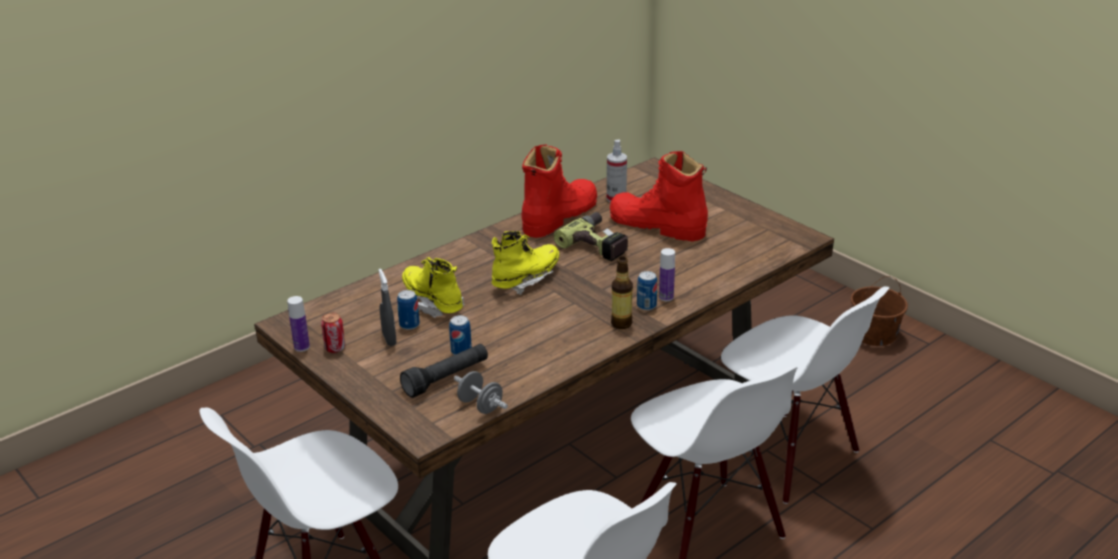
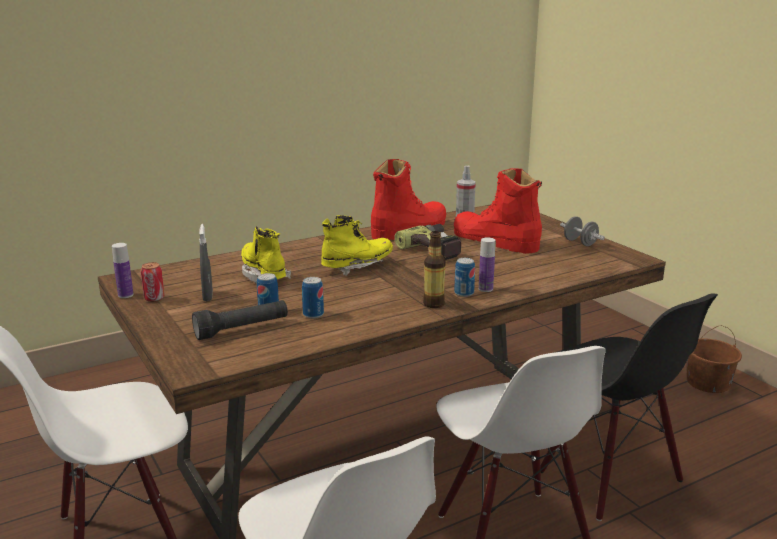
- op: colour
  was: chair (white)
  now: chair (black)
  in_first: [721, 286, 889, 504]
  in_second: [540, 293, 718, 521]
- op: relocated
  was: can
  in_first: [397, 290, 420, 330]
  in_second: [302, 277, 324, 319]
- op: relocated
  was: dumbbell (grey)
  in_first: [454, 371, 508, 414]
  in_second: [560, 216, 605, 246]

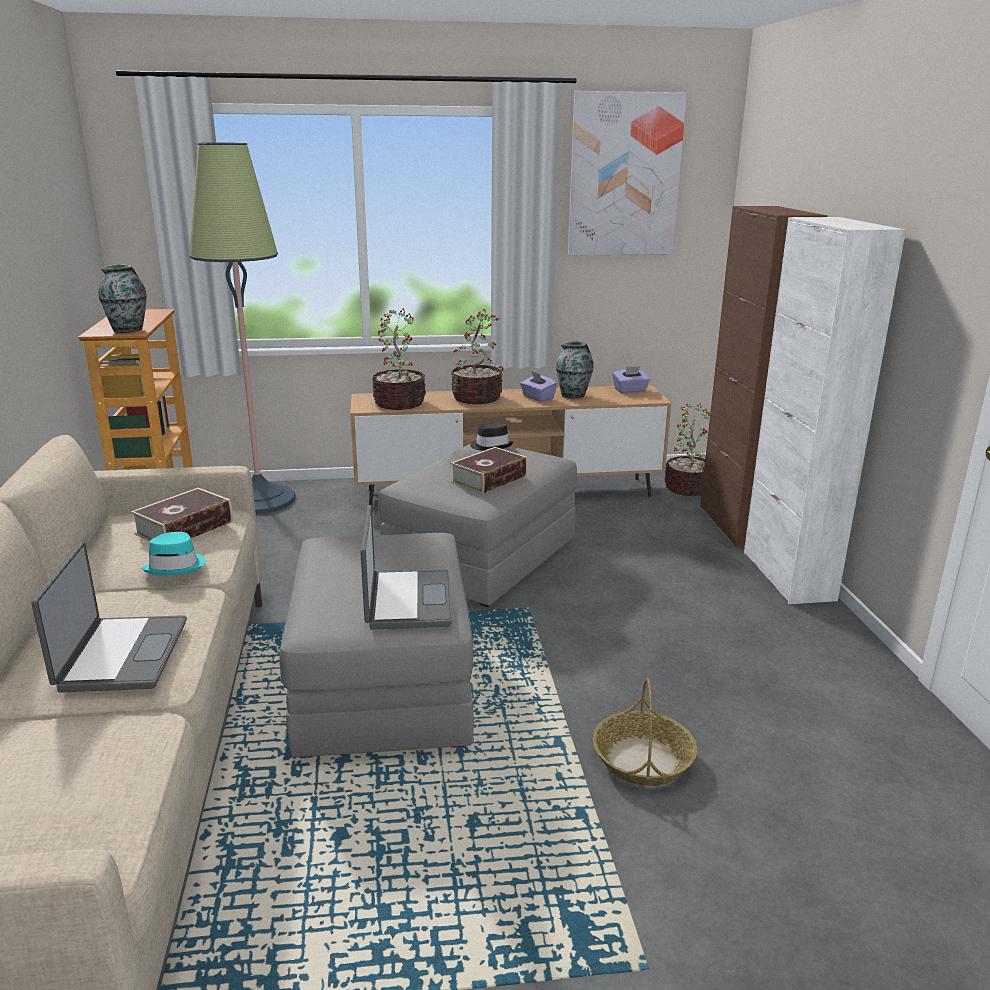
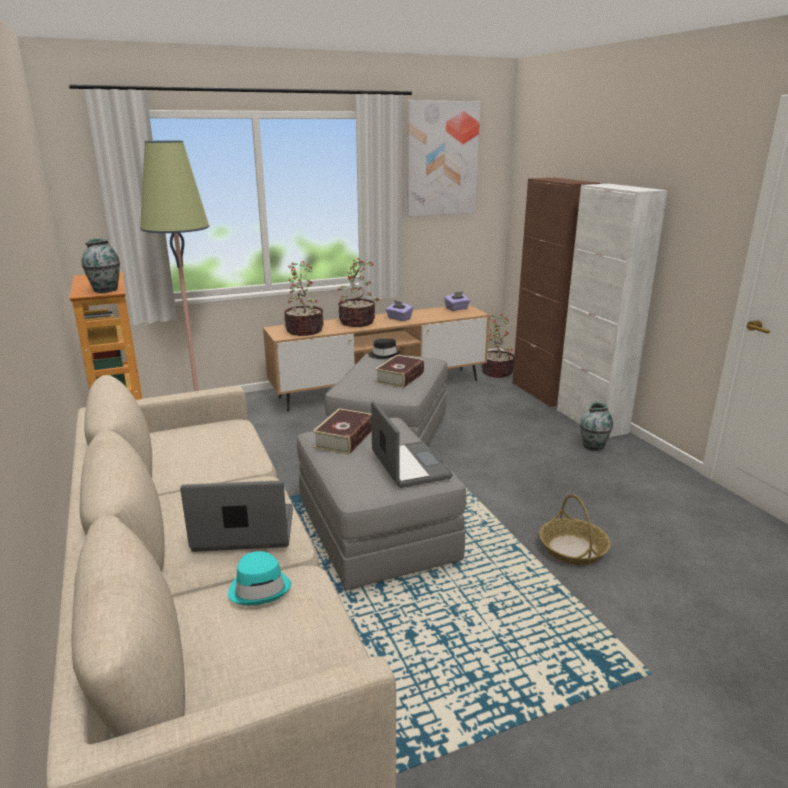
- op: relocated
  was: vase
  in_first: [556, 341, 594, 399]
  in_second: [580, 402, 613, 451]
- op: relocated
  was: book
  in_first: [131, 488, 233, 541]
  in_second: [313, 408, 372, 455]
- op: relocated
  was: hat (turquoise)
  in_first: [142, 532, 206, 575]
  in_second: [228, 551, 291, 605]
- op: spun
  was: laptop
  in_first: [31, 542, 187, 693]
  in_second: [180, 480, 293, 552]
  clockwise: -75

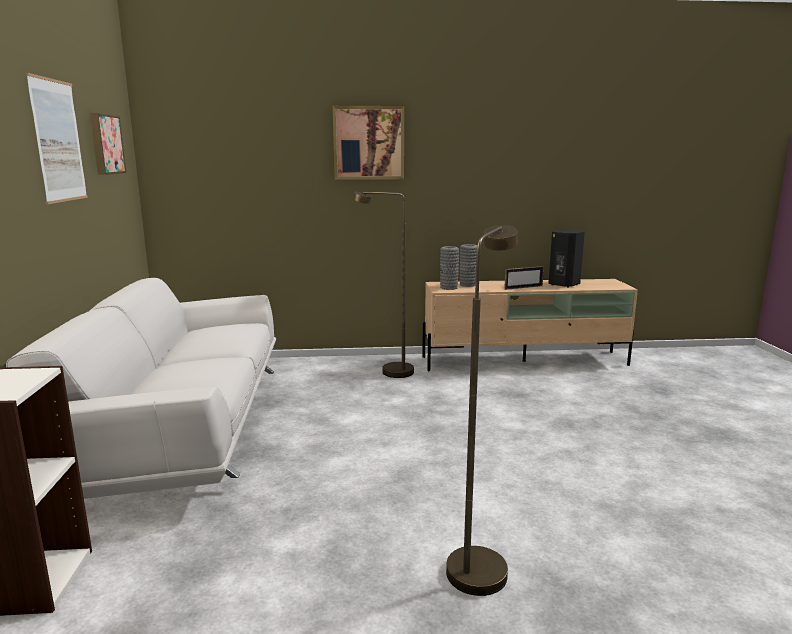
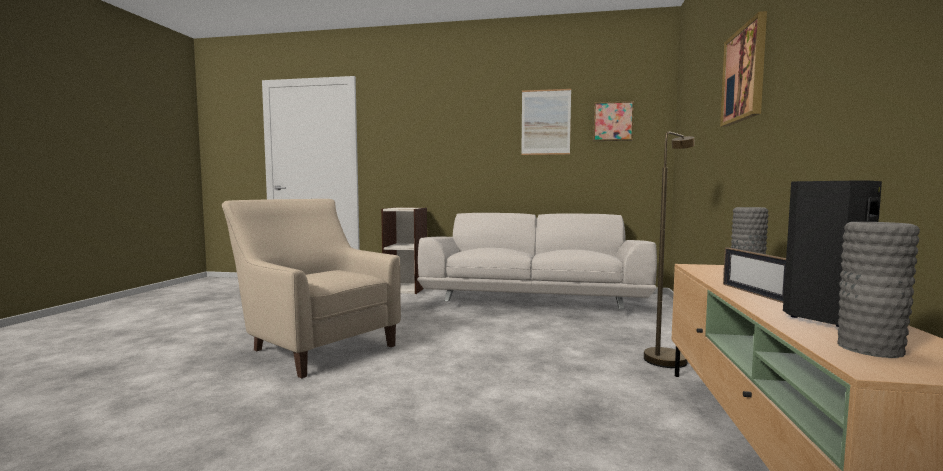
- op: exchanged
  was: floor lamp (brown)
  now: armchair (beige)
  in_first: [446, 225, 518, 596]
  in_second: [222, 199, 401, 379]
- op: relocated
  was: vase (grey)
  in_first: [440, 246, 459, 290]
  in_second: [837, 222, 920, 358]

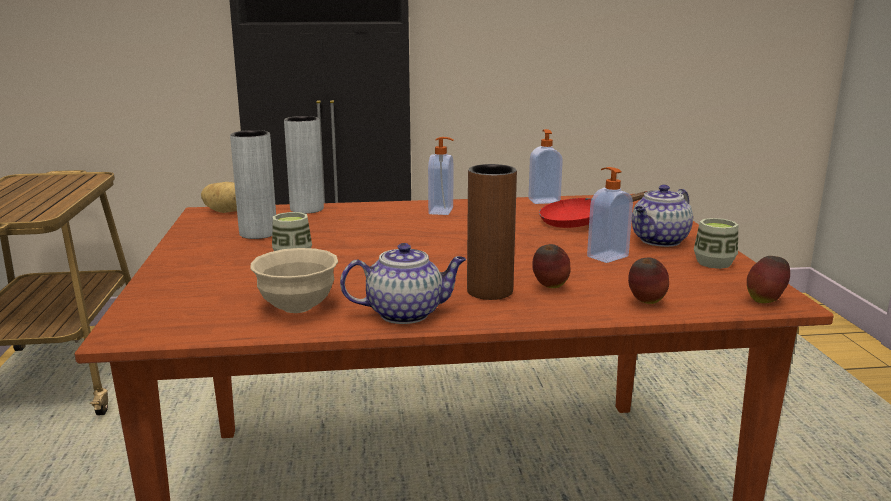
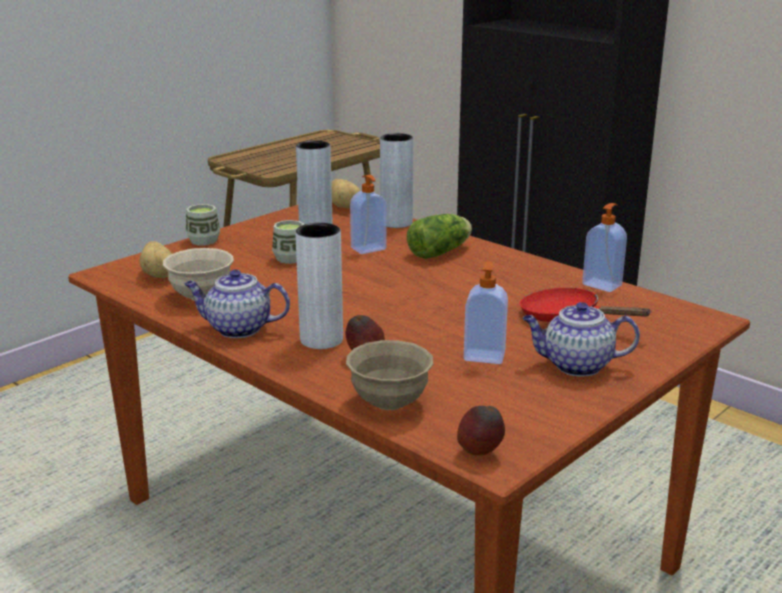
- op: relocated
  was: soap dispenser
  in_first: [428, 137, 454, 215]
  in_second: [350, 175, 387, 254]
- op: colour
  was: vase (brown)
  now: vase (white)
  in_first: [467, 164, 517, 300]
  in_second: [295, 223, 343, 349]
- op: relocated
  was: cup
  in_first: [694, 218, 738, 269]
  in_second: [186, 204, 220, 246]
- op: spun
  was: teapot
  in_first: [340, 243, 466, 324]
  in_second: [184, 269, 290, 338]
  clockwise: 150
- op: exchanged
  was: apple
  now: bowl (beige)
  in_first: [628, 258, 669, 304]
  in_second: [346, 340, 433, 410]
- op: appeared
  now: lettuce
  in_second: [407, 214, 472, 259]
- op: appeared
  now: potato
  in_second: [139, 241, 172, 278]

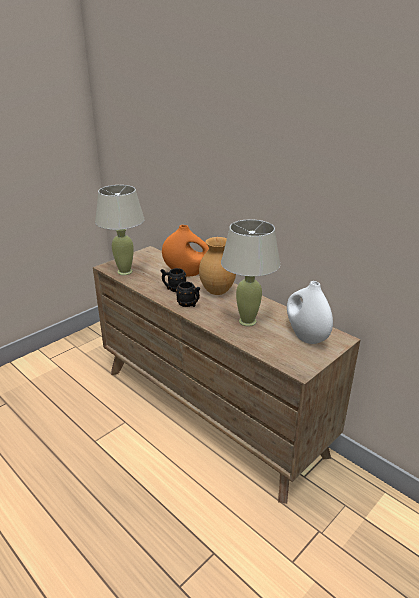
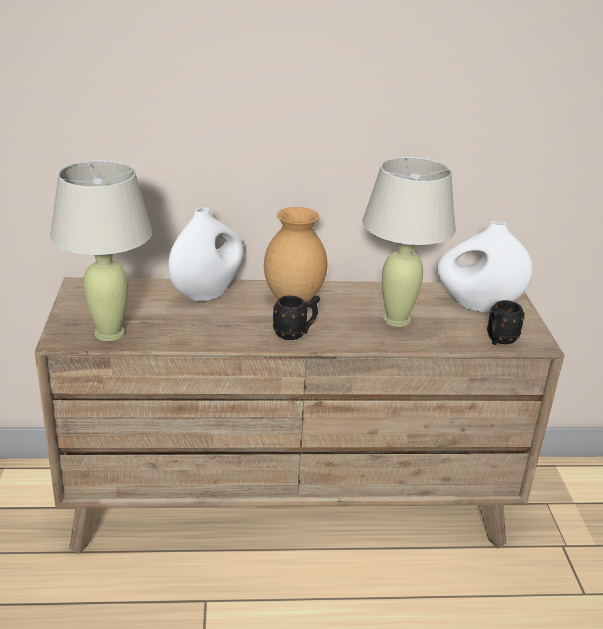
- op: colour
  was: vase (orange)
  now: vase (white)
  in_first: [162, 225, 209, 276]
  in_second: [168, 208, 243, 301]
- op: relocated
  was: mug (black)
  in_first: [161, 268, 186, 292]
  in_second: [487, 300, 525, 345]

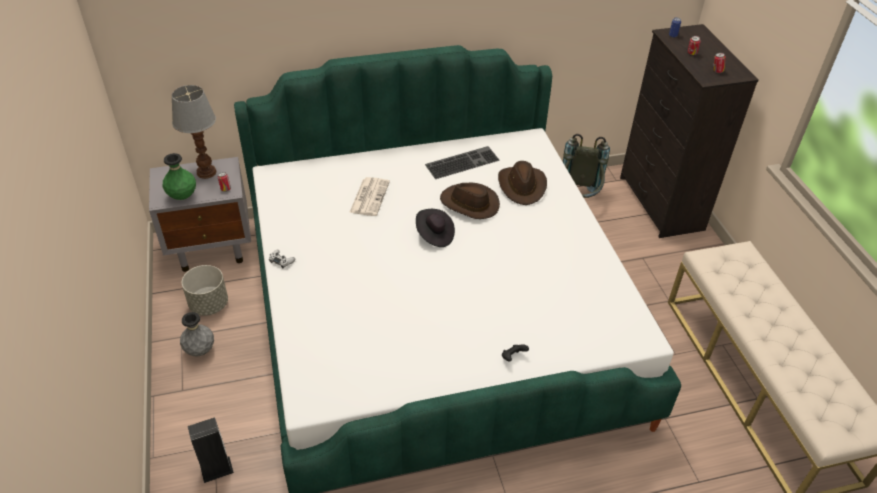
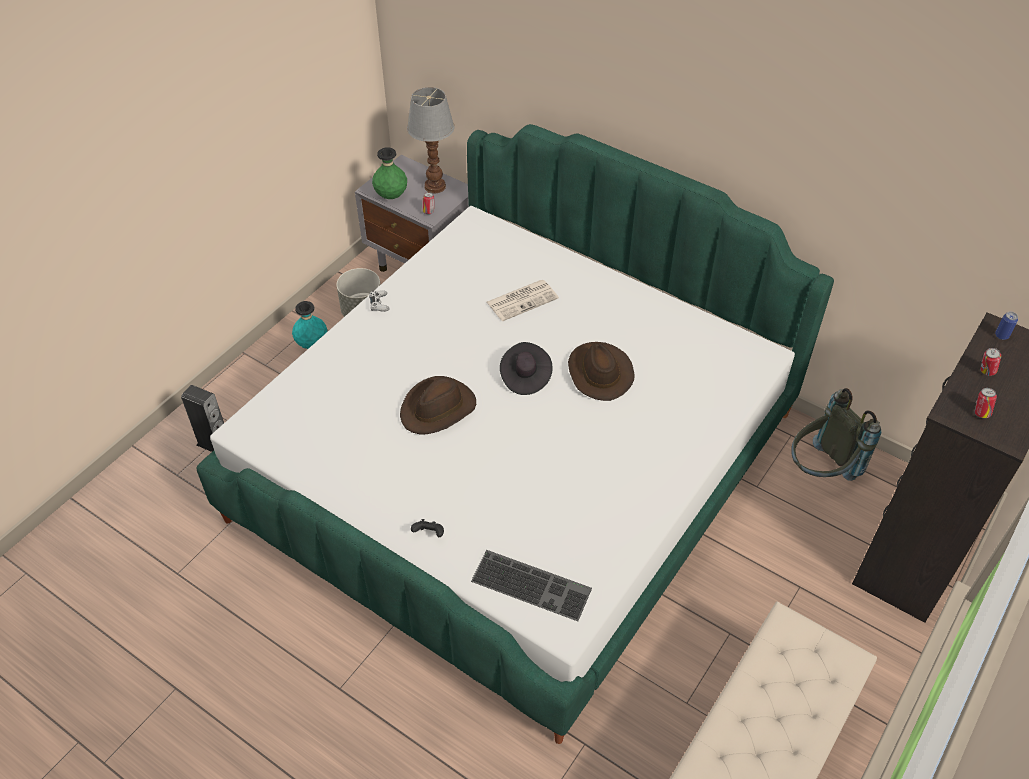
- op: relocated
  was: keyboard
  in_first: [425, 146, 500, 179]
  in_second: [471, 550, 592, 621]
- op: relocated
  was: hat (brown)
  in_first: [498, 161, 547, 205]
  in_second: [400, 376, 476, 434]
- op: colour
  was: vase (grey)
  now: vase (turquoise)
  in_first: [180, 312, 214, 356]
  in_second: [292, 301, 327, 349]

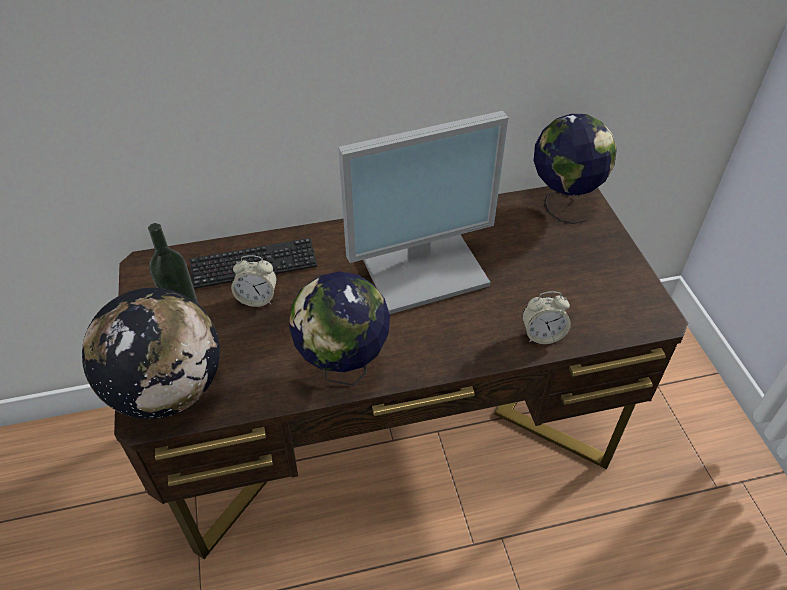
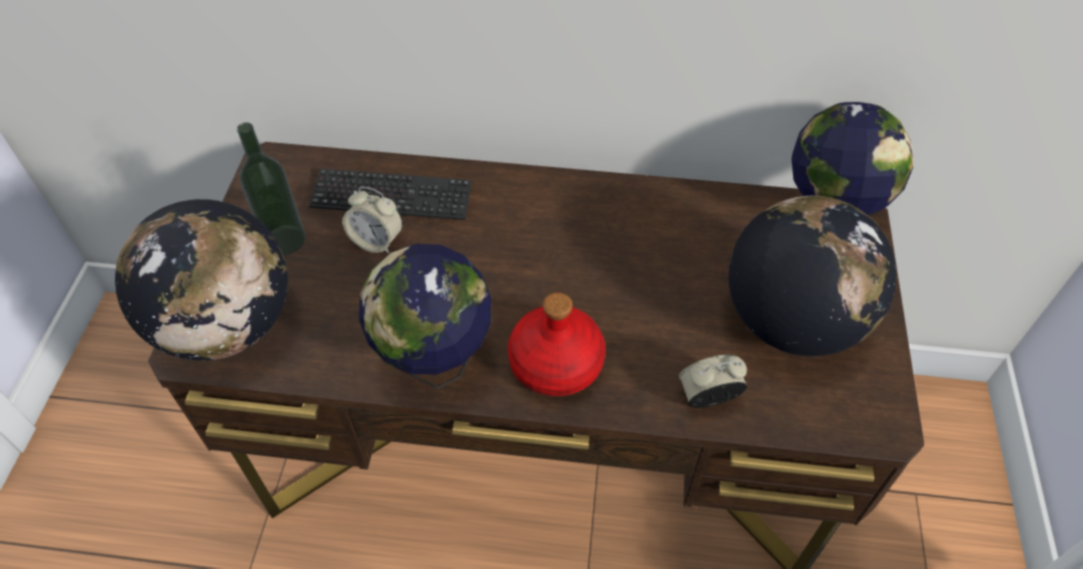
- op: missing
  was: monitor
  in_first: [338, 111, 508, 314]
- op: spun
  was: alarm clock
  in_first: [522, 291, 571, 344]
  in_second: [679, 355, 747, 408]
  clockwise: 150
- op: appeared
  now: globe
  in_second: [728, 196, 897, 356]
- op: appeared
  now: bottle (red)
  in_second: [508, 293, 606, 396]

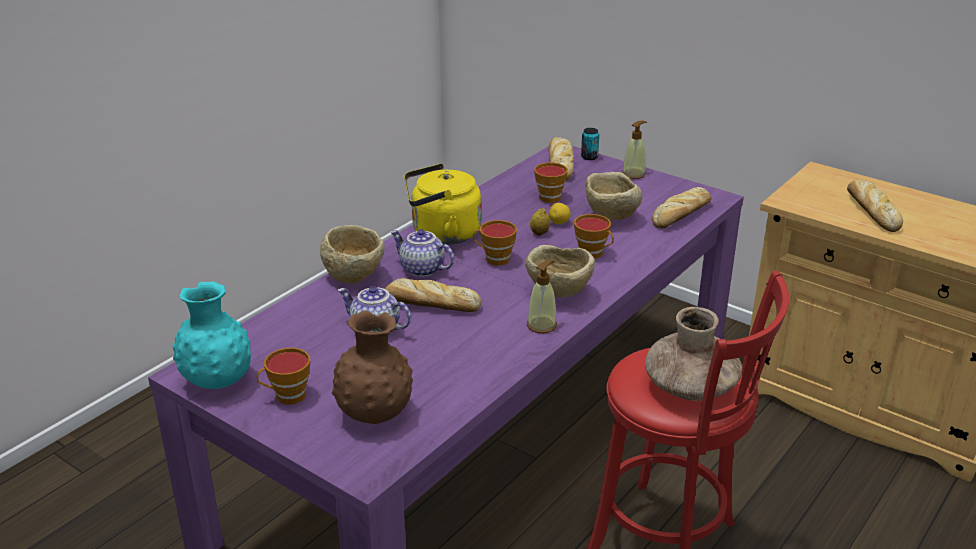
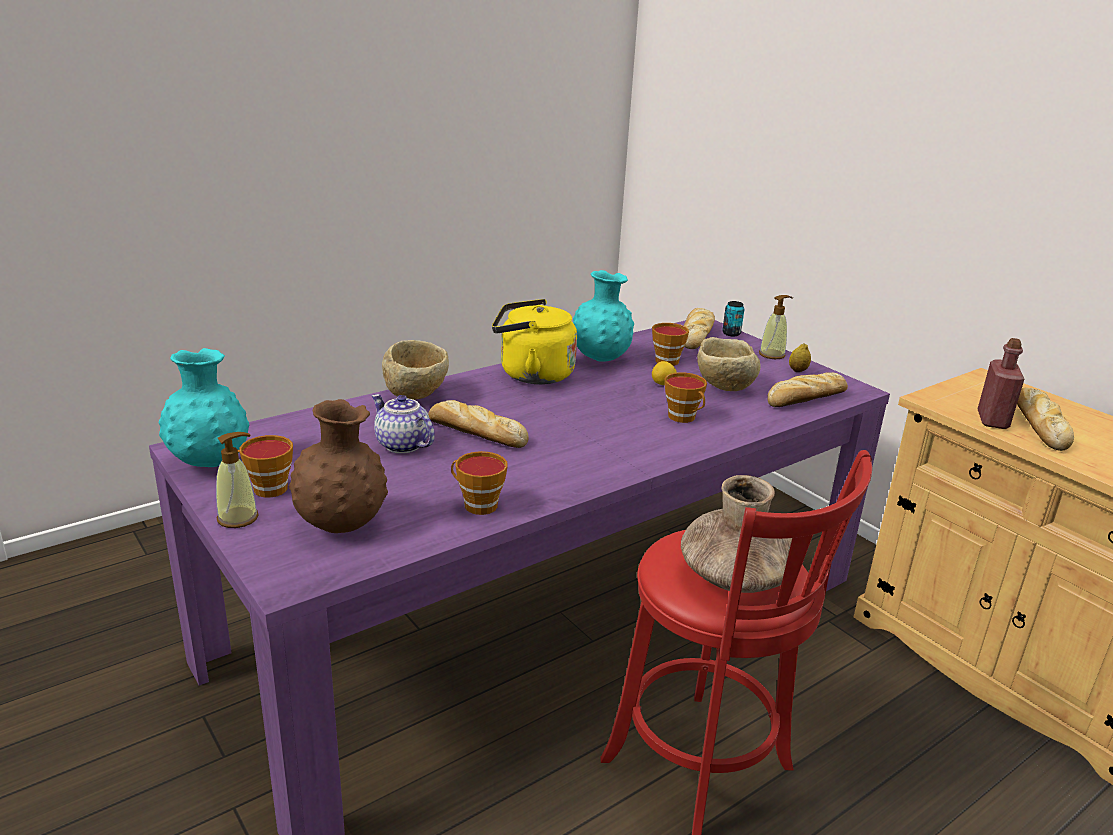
- op: relocated
  was: lemon
  in_first: [530, 208, 550, 236]
  in_second: [789, 343, 811, 372]
- op: relocated
  was: cup
  in_first: [473, 220, 517, 266]
  in_second: [451, 451, 508, 515]
- op: missing
  was: teapot
  in_first: [390, 229, 454, 277]
- op: missing
  was: bowl (beige)
  in_first: [525, 245, 595, 297]
- op: relocated
  was: soap dispenser
  in_first: [527, 260, 557, 333]
  in_second: [216, 432, 259, 528]
- op: appeared
  now: vase (turquoise)
  in_second: [573, 270, 634, 362]
- op: appeared
  now: bottle (red)
  in_second: [978, 338, 1024, 429]

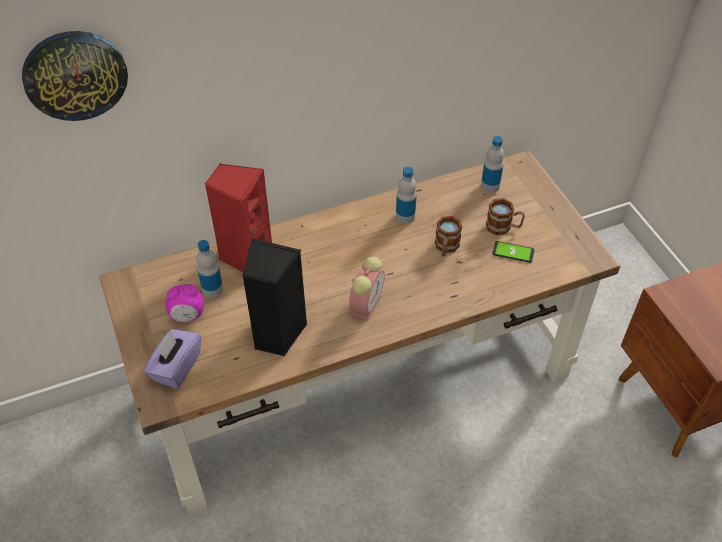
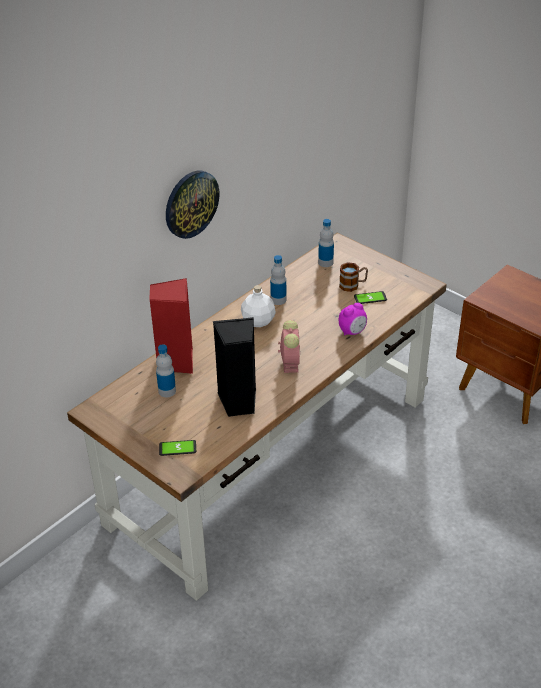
- op: relocated
  was: wall clock
  in_first: [22, 31, 128, 121]
  in_second: [166, 171, 219, 239]
- op: missing
  was: mug
  in_first: [435, 216, 462, 256]
- op: relocated
  was: alarm clock
  in_first: [165, 284, 204, 322]
  in_second: [339, 303, 367, 336]
- op: exchanged
  was: tissue box (purple)
  now: phone
  in_first: [144, 329, 201, 389]
  in_second: [159, 440, 196, 456]
- op: appeared
  now: bottle (white)
  in_second: [241, 285, 276, 327]

